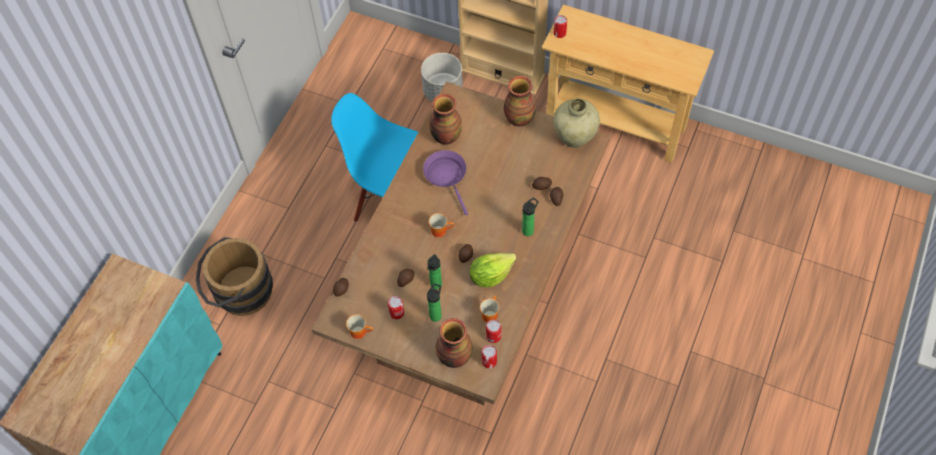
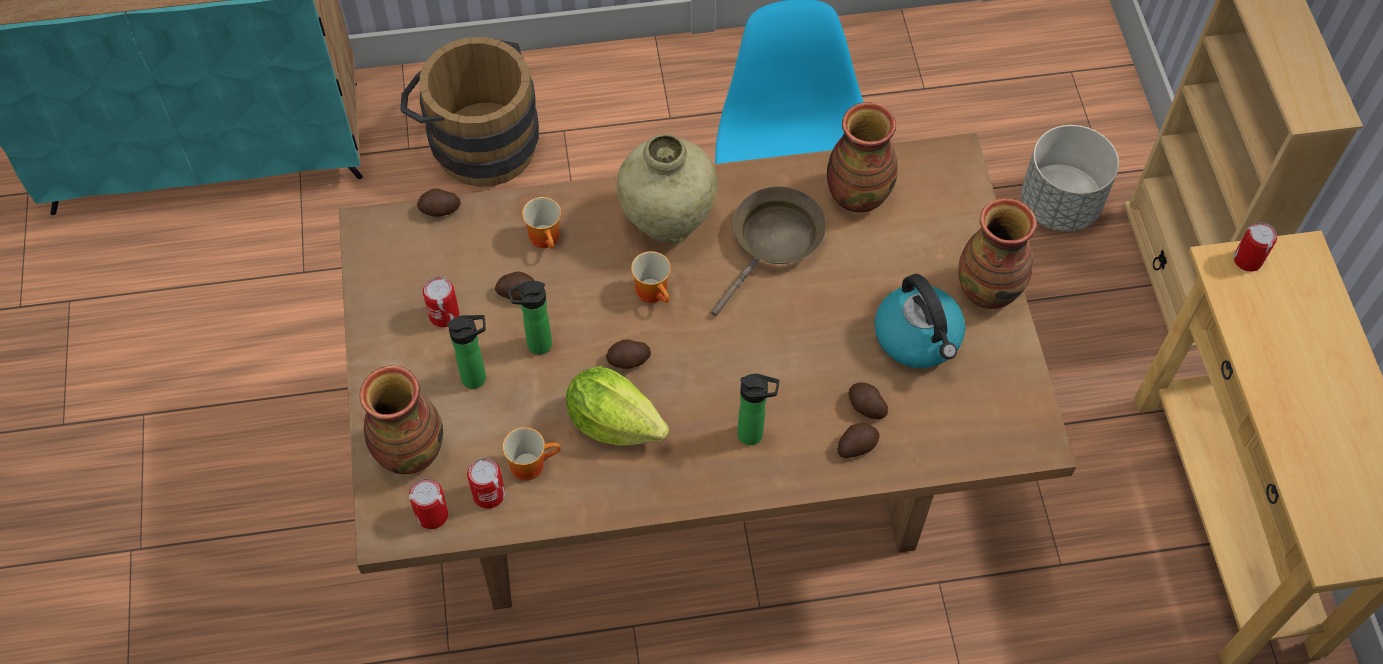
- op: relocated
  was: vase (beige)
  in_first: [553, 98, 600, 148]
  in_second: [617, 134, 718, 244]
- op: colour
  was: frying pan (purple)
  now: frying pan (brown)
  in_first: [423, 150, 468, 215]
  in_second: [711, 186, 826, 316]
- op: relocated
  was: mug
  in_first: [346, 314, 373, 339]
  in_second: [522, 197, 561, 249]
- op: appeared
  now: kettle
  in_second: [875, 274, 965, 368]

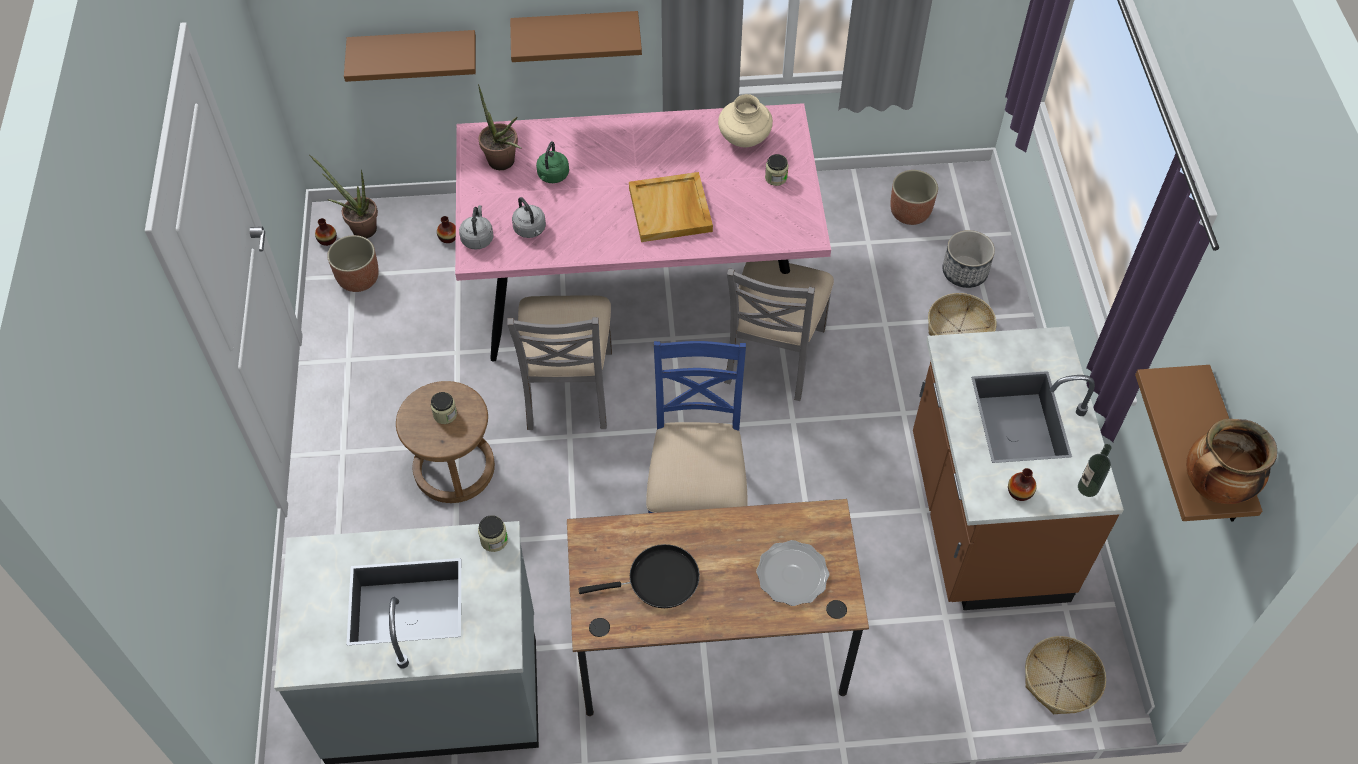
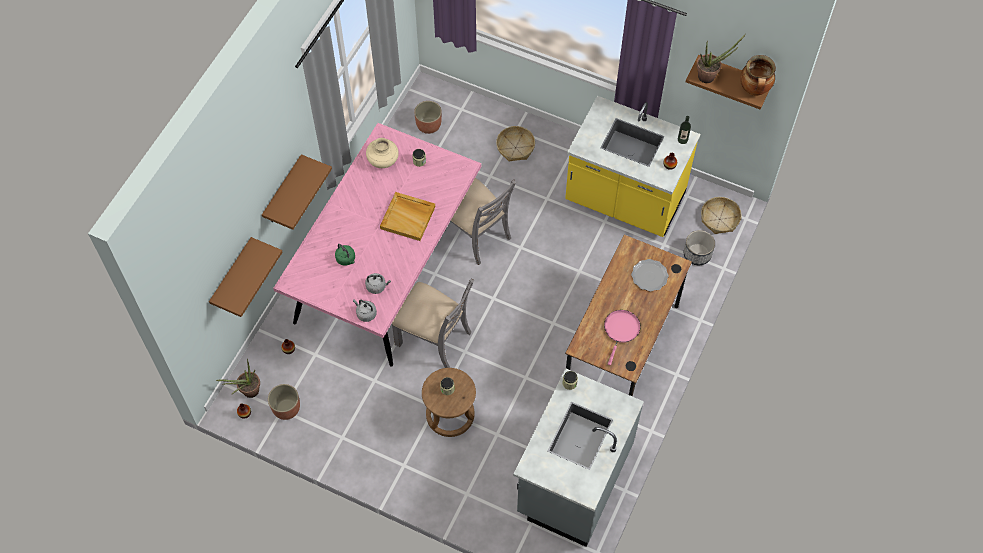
- op: relocated
  was: potted plant
  in_first: [478, 84, 522, 170]
  in_second: [697, 34, 746, 83]
- op: relocated
  was: planter
  in_first: [942, 230, 995, 288]
  in_second: [684, 230, 715, 265]
- op: colour
  was: counter (brown)
  now: counter (yellow)
  in_first: [913, 326, 1124, 610]
  in_second: [565, 96, 700, 237]
- op: missing
  was: chair (blue)
  in_first: [646, 341, 748, 513]
- op: colour
  was: frying pan (black)
  now: frying pan (pink)
  in_first: [578, 544, 700, 608]
  in_second: [604, 310, 641, 365]

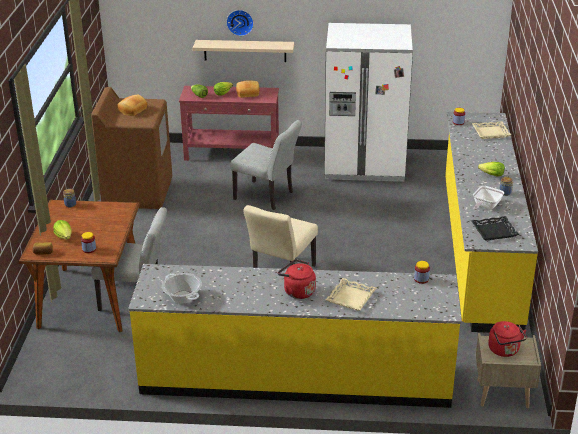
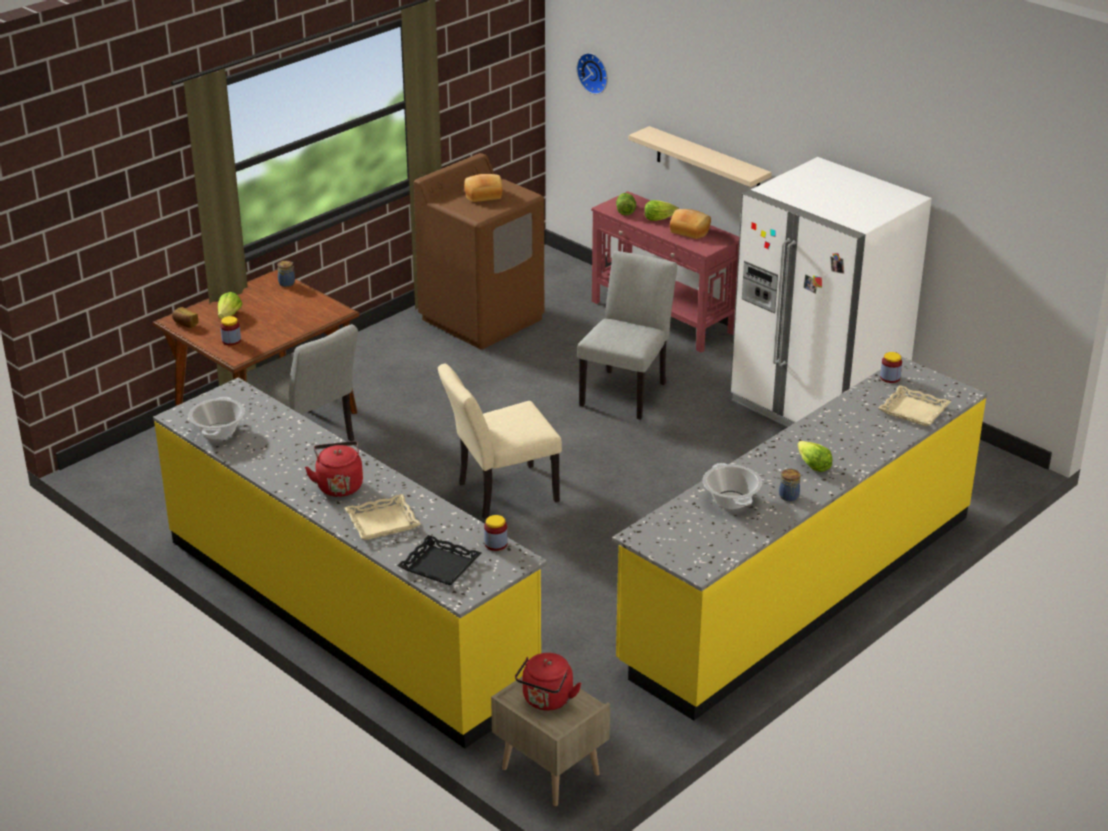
- op: relocated
  was: wall clock
  in_first: [226, 10, 254, 36]
  in_second: [577, 53, 608, 94]
- op: spun
  was: chair (grey)
  in_first: [230, 120, 302, 210]
  in_second: [577, 251, 677, 420]
  clockwise: -135
- op: exchanged
  was: frying pan
  now: cooking pot
  in_first: [473, 186, 504, 210]
  in_second: [703, 463, 762, 509]
- op: relocated
  was: tray (black)
  in_first: [472, 216, 519, 241]
  in_second: [397, 535, 482, 585]

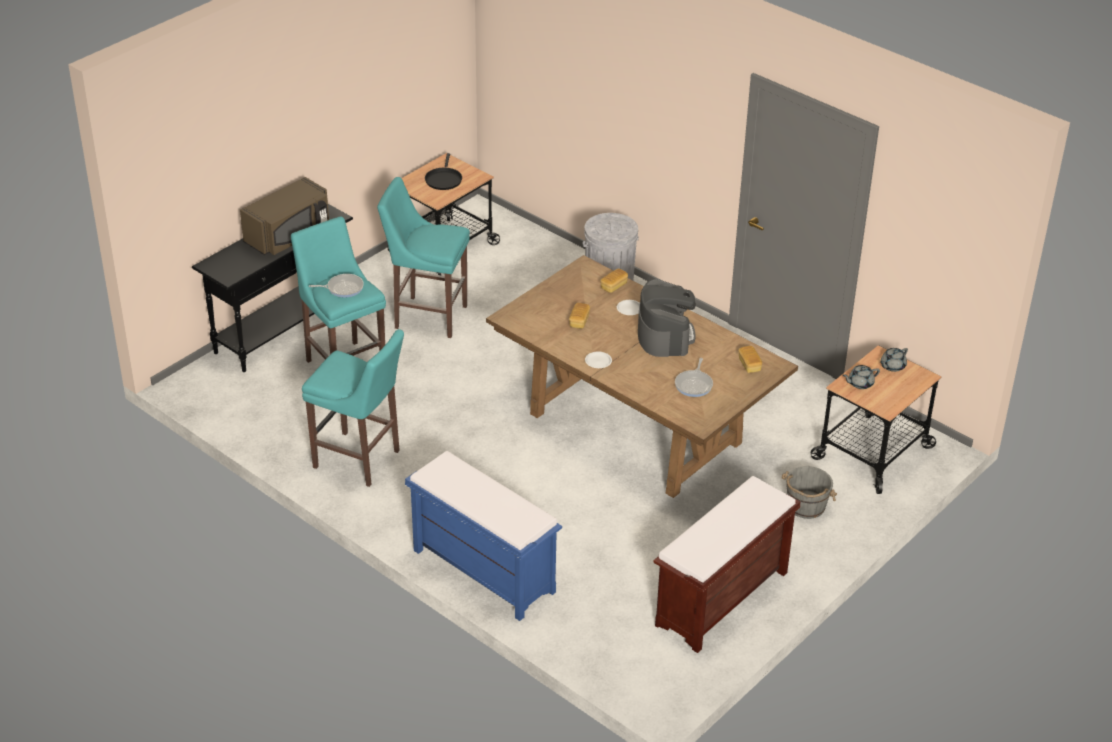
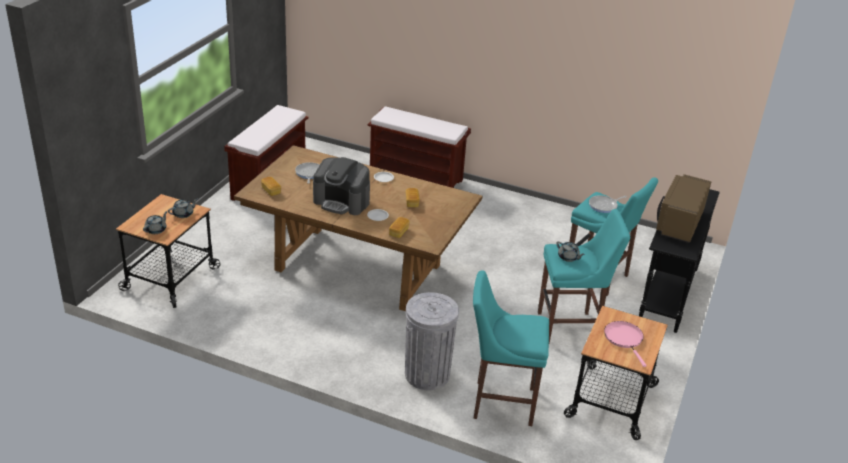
- op: colour
  was: frying pan (black)
  now: frying pan (pink)
  in_first: [425, 153, 462, 190]
  in_second: [604, 321, 647, 367]
- op: spun
  was: coffee machine
  in_first: [638, 279, 696, 357]
  in_second: [313, 157, 370, 215]
  clockwise: -45
- op: relocated
  was: stool (turquoise)
  in_first: [302, 329, 404, 487]
  in_second: [473, 270, 549, 426]
- op: colour
  was: bench (blue)
  now: bench (brown)
  in_first: [405, 451, 562, 621]
  in_second: [368, 106, 471, 188]
- op: missing
  was: bucket (grey)
  in_first: [782, 466, 837, 519]
- op: appeared
  now: teapot (grey)
  in_second: [556, 241, 585, 262]

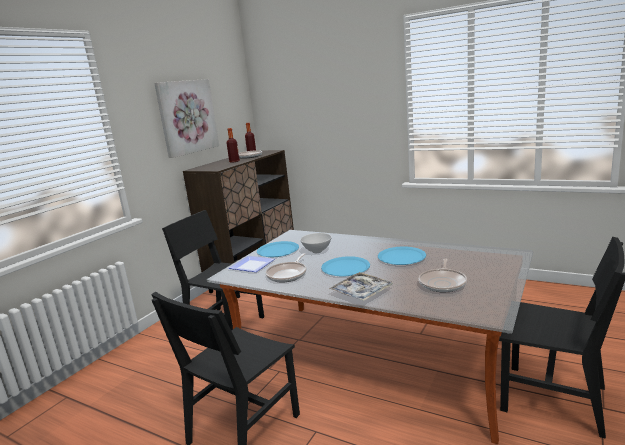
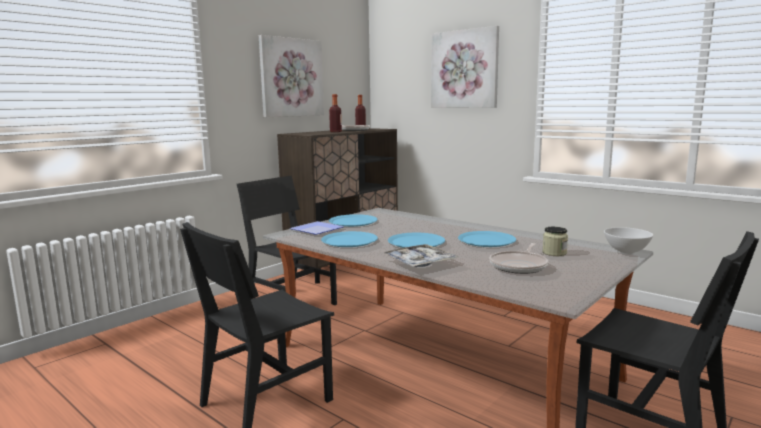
- op: relocated
  was: bowl (white)
  in_first: [300, 233, 331, 253]
  in_second: [604, 227, 653, 255]
- op: exchanged
  was: frying pan
  now: plate (blue)
  in_first: [265, 253, 307, 282]
  in_second: [321, 231, 378, 247]
- op: appeared
  now: picture
  in_second: [431, 26, 499, 108]
- op: appeared
  now: jar
  in_second: [543, 227, 568, 256]

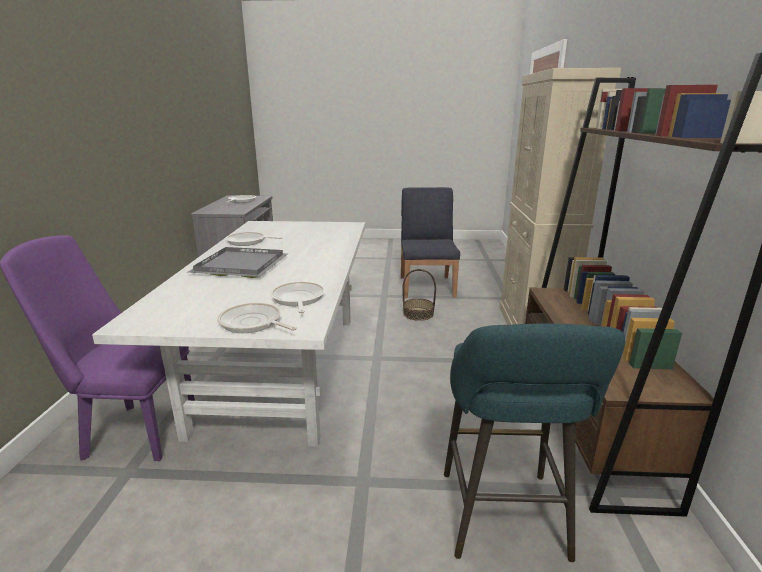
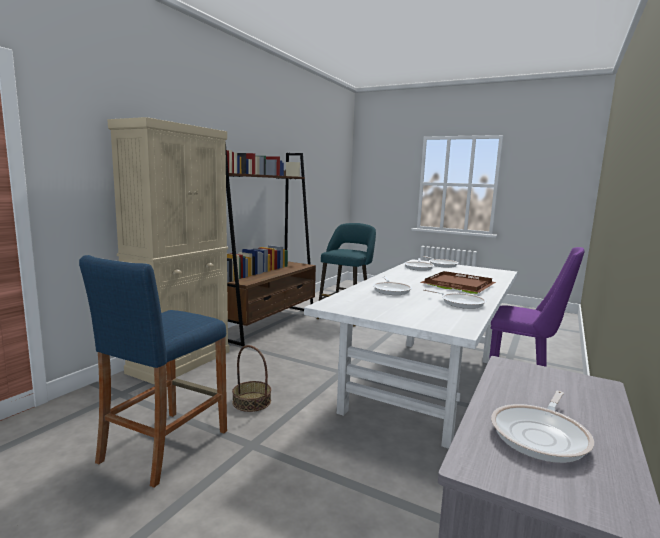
- op: exchanged
  was: chair (blue)
  now: stool (blue)
  in_first: [401, 187, 460, 298]
  in_second: [79, 255, 227, 488]
- op: colour
  was: tray (grey)
  now: tray (brown)
  in_first: [188, 247, 288, 278]
  in_second: [420, 271, 496, 294]
- op: appeared
  now: frying pan
  in_second: [373, 276, 412, 295]

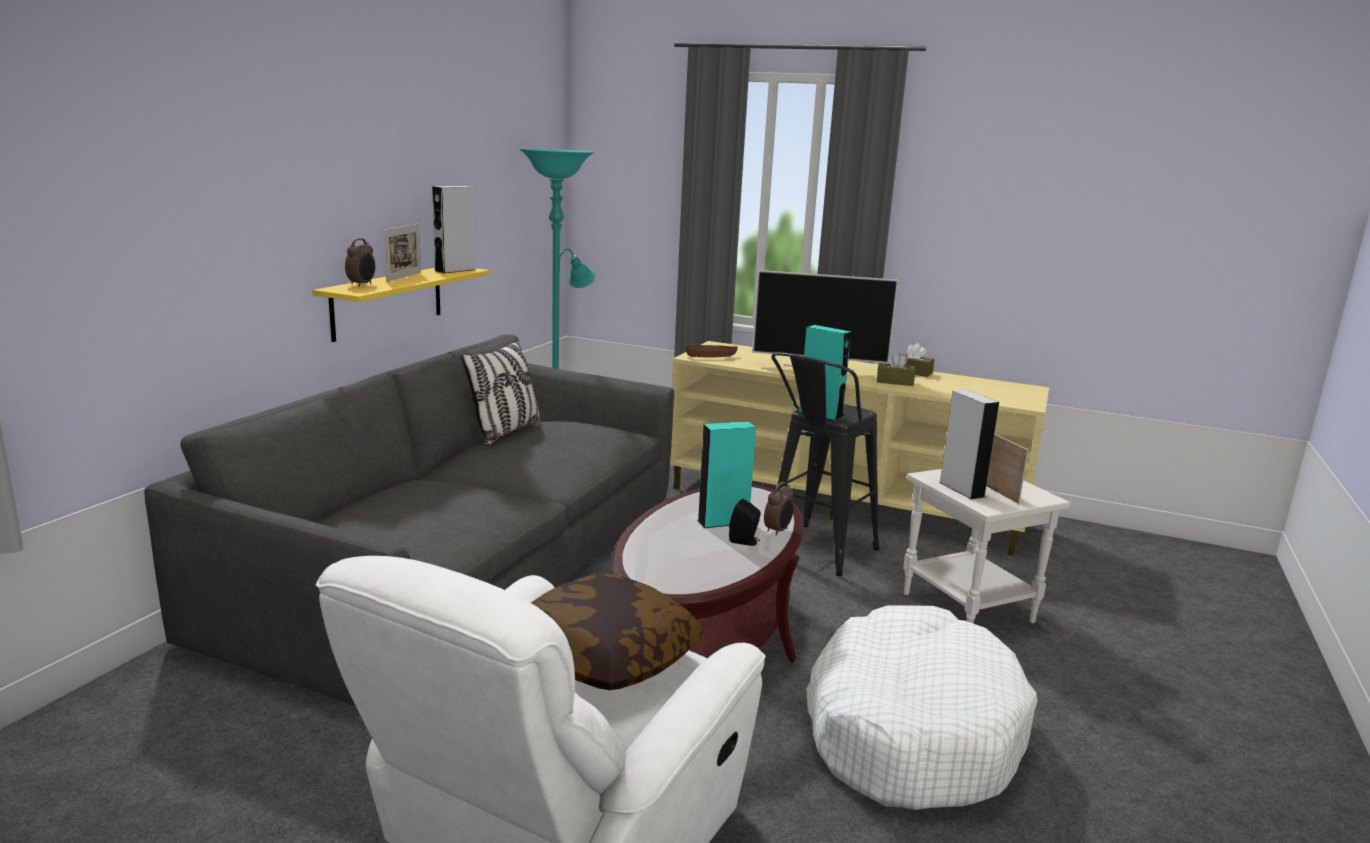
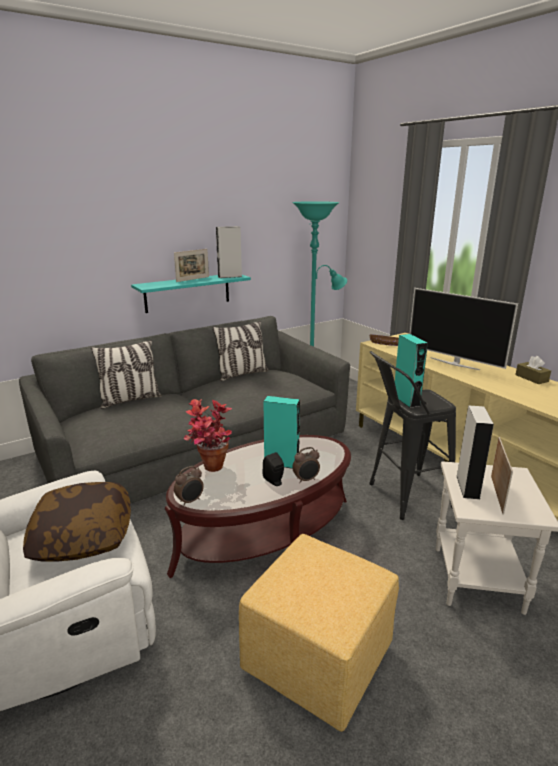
- op: relocated
  was: alarm clock
  in_first: [345, 238, 375, 286]
  in_second: [174, 466, 204, 506]
- op: colour
  was: shelf (yellow)
  now: shelf (turquoise)
  in_first: [313, 268, 489, 342]
  in_second: [131, 275, 251, 313]
- op: missing
  was: tissue box (brown)
  in_first: [877, 352, 915, 386]
- op: exchanged
  was: dog bed (white)
  now: ottoman (yellow)
  in_first: [806, 605, 1038, 810]
  in_second: [239, 534, 399, 732]
- op: appeared
  now: pillow
  in_second: [91, 340, 162, 409]
- op: appeared
  now: potted plant
  in_second: [184, 399, 232, 472]

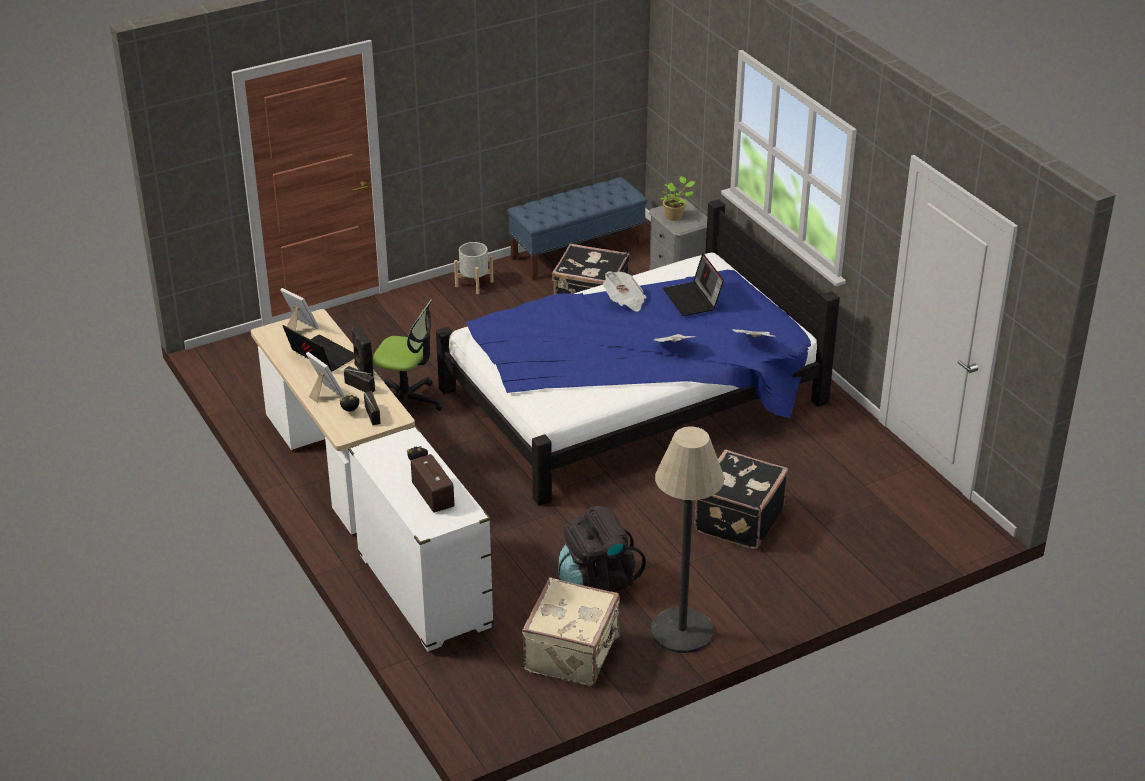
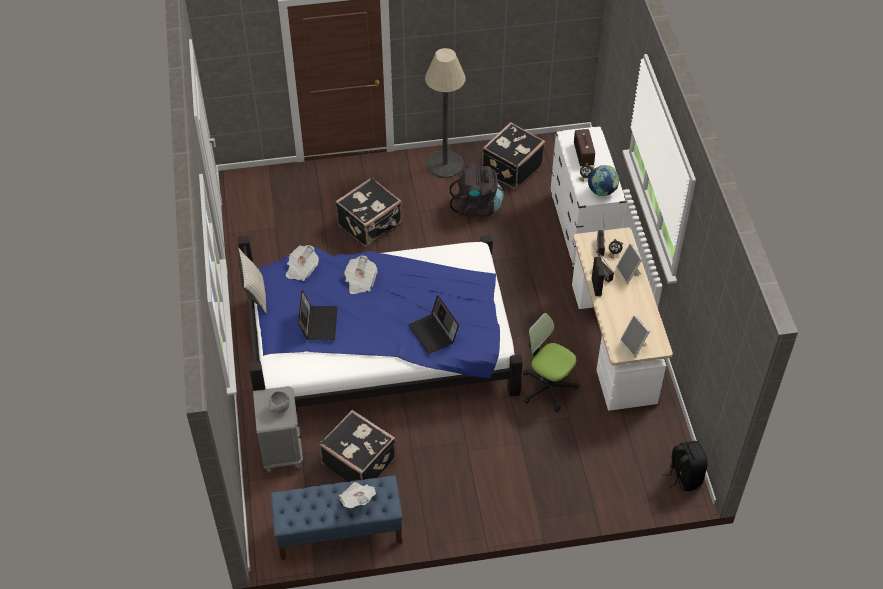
- op: exchanged
  was: potted plant
  now: bowl (grey)
  in_first: [661, 176, 695, 221]
  in_second: [268, 391, 290, 413]
- op: missing
  was: planter (grey)
  in_first: [454, 242, 494, 294]
- op: relocated
  was: newspaper
  in_first: [603, 271, 647, 312]
  in_second: [339, 482, 376, 508]
- op: relocated
  was: laptop
  in_first: [283, 325, 354, 372]
  in_second: [408, 295, 459, 354]
- op: colour
  was: suitcase (beige)
  now: suitcase (black)
  in_first: [522, 577, 620, 686]
  in_second: [482, 122, 545, 189]
- op: appeared
  now: globe
  in_second: [588, 165, 619, 197]
- op: appeared
  now: pillow (beige)
  in_second: [238, 248, 267, 313]
- op: appeared
  now: backpack (black)
  in_second: [662, 441, 708, 491]

